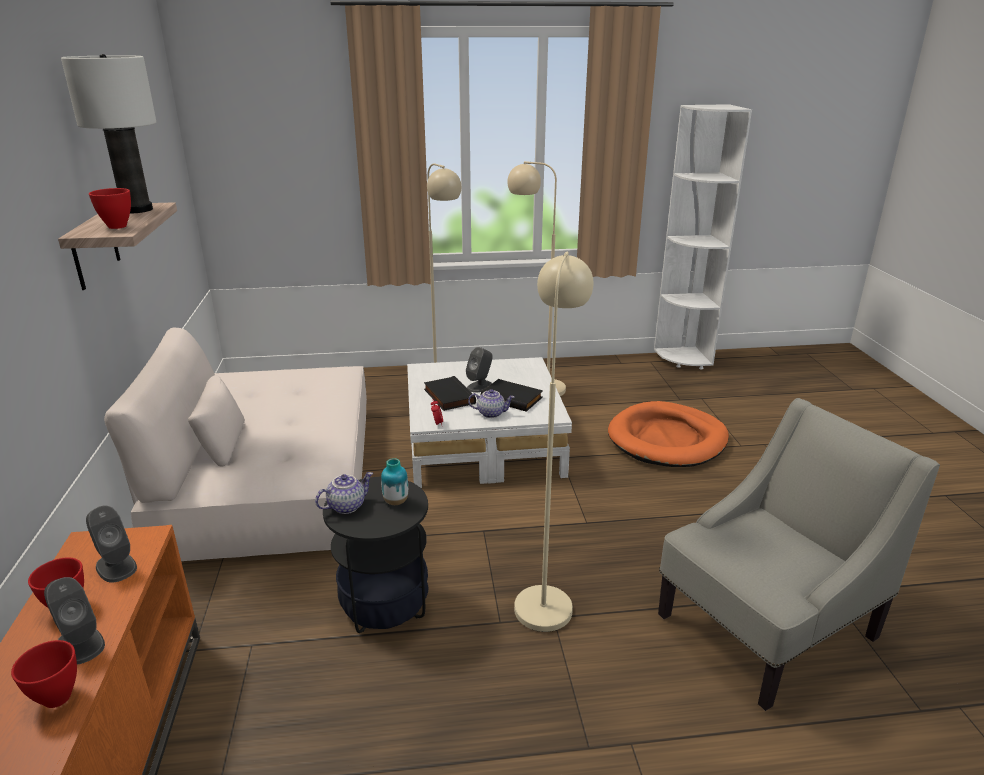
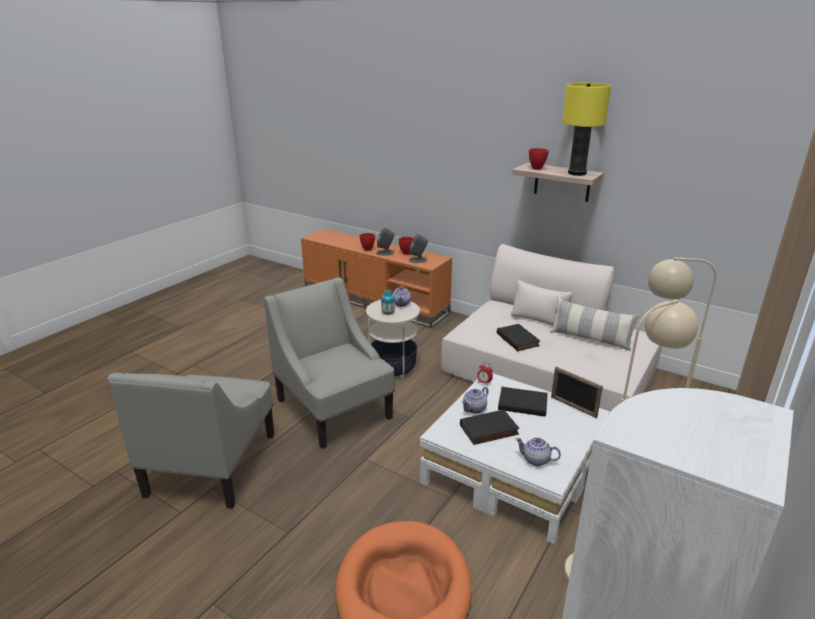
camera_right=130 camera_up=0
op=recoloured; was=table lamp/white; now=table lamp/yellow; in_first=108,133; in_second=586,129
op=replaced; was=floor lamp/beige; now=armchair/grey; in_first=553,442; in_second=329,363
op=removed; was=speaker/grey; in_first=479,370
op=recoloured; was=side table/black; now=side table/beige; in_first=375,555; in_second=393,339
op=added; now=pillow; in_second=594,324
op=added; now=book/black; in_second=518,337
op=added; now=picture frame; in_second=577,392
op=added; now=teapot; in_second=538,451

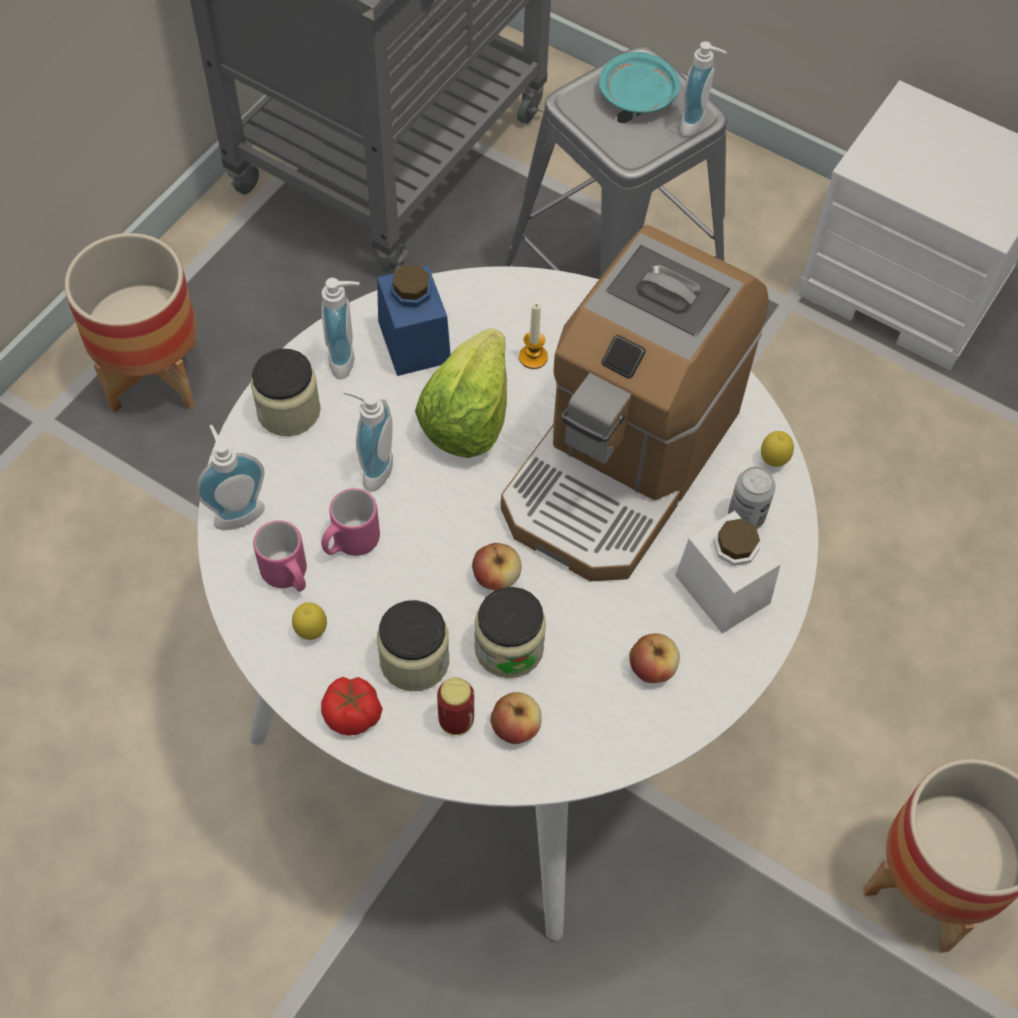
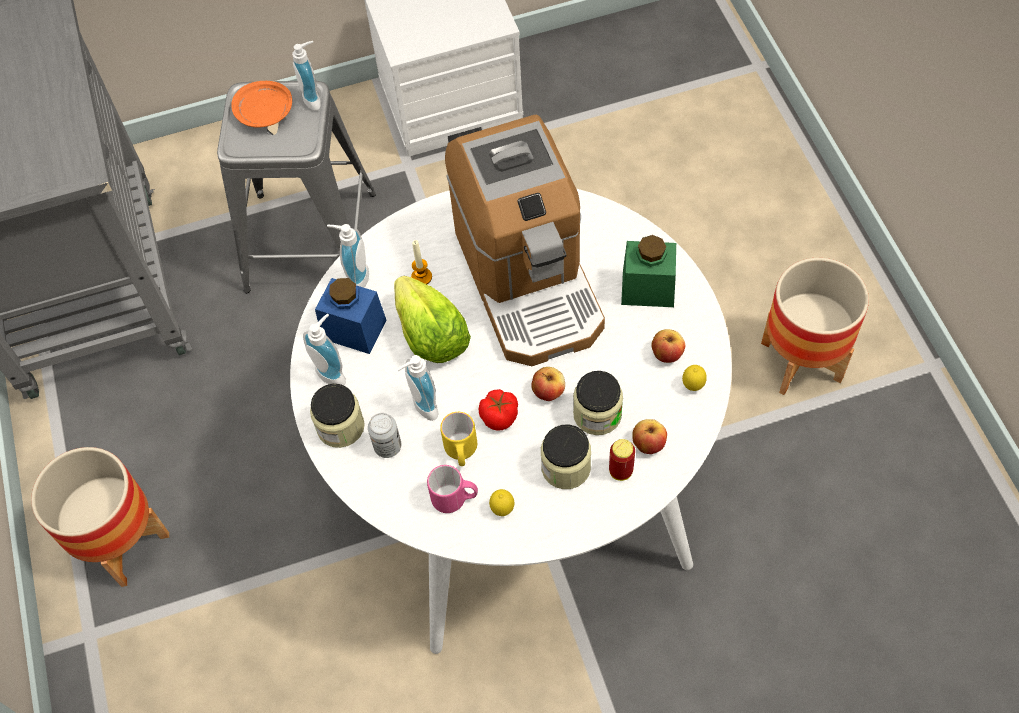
camera_right=-45 camera_up=0
op=recoloured; was=plate/turquoise; now=plate/orange; in_first=639,82; in_second=261,104
op=moved; was=soap dispenser; in_first=230,477; in_second=348,256
op=moved; was=lemon; in_first=777,449; in_second=694,378
op=moved; was=can; in_first=752,497; in_second=384,435
op=recoloured; was=mug/pink; now=mug/yellow; in_first=350,522; in_second=458,439
op=recoloured; was=jar/white; now=jar/green; in_first=728,572; in_second=648,271
op=moved; was=tomato; in_first=352,706; in_second=498,410

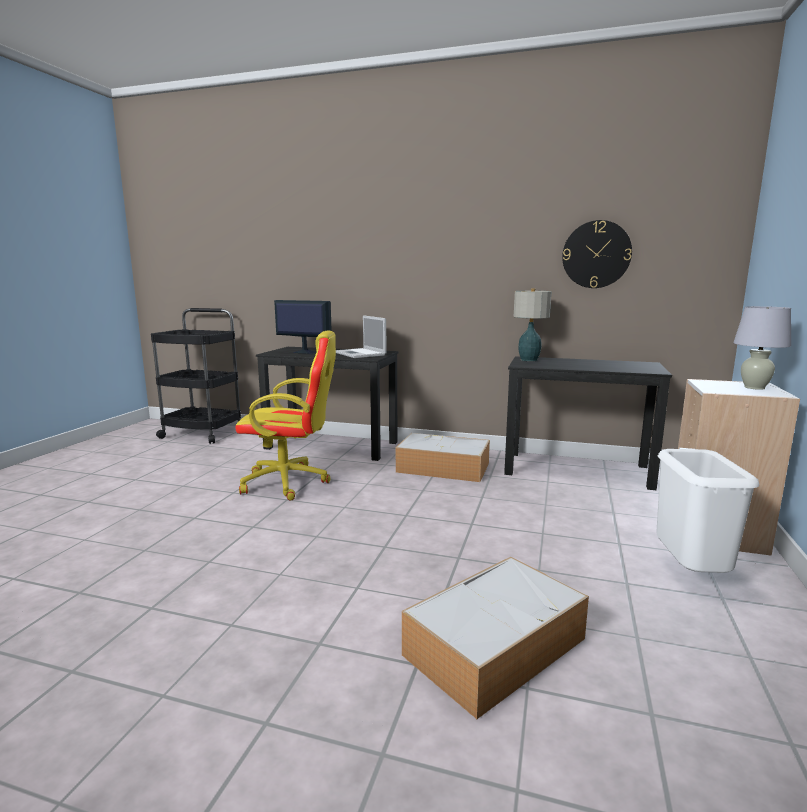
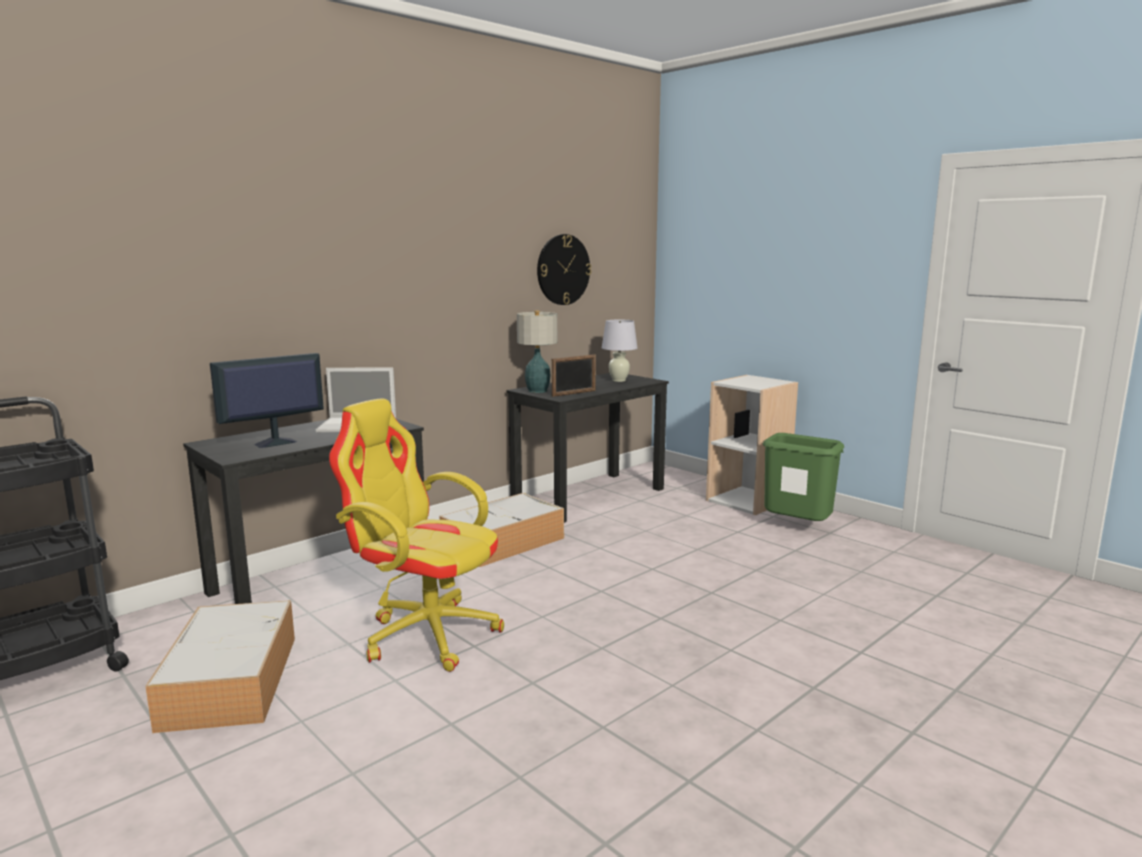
camera_right=-60 camera_up=0
op=moved; was=table lamp/white; in_first=762,348; in_second=620,350
op=turned; was=office chair/yellow; in_first=285,416; in_second=416,535; clockwise=-90
op=recoloured; was=trash can/white; now=trash can/green; in_first=707,511; in_second=803,477
op=moved; was=storage box; in_first=495,638; in_second=220,666
op=added; now=picture frame; in_second=574,375

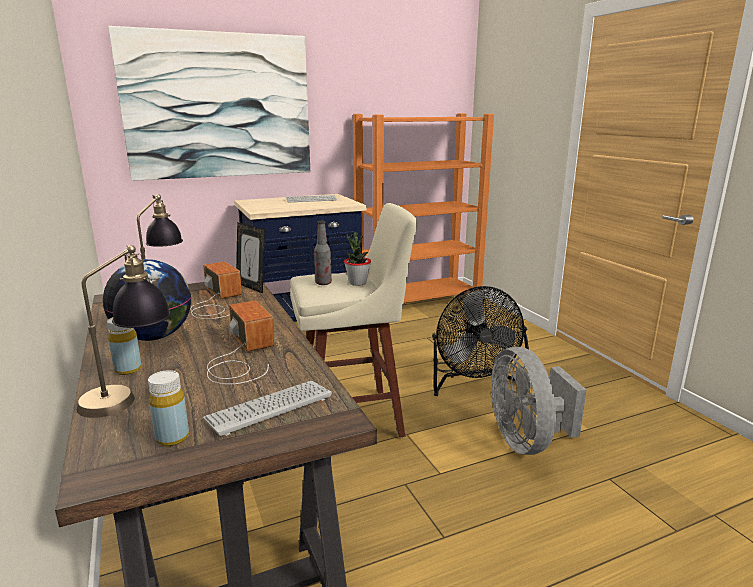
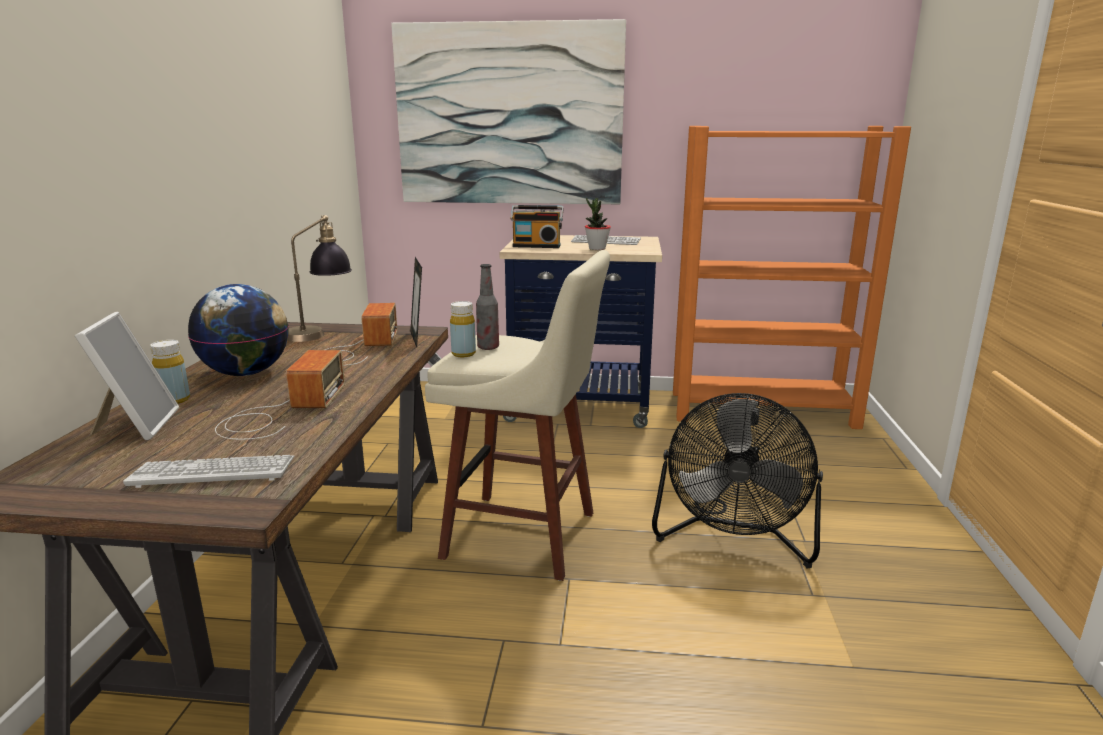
camera_right=30 camera_up=0
op=moved; was=potted plant; in_first=357,259; in_second=598,224
op=replaced; was=table lamp; now=picture frame; in_first=124,331; in_second=127,376
op=removed; was=fan/grey; in_first=539,401
op=moved; was=bottle/yellow; in_first=168,408; in_second=463,329
op=added; now=radio; in_second=537,226

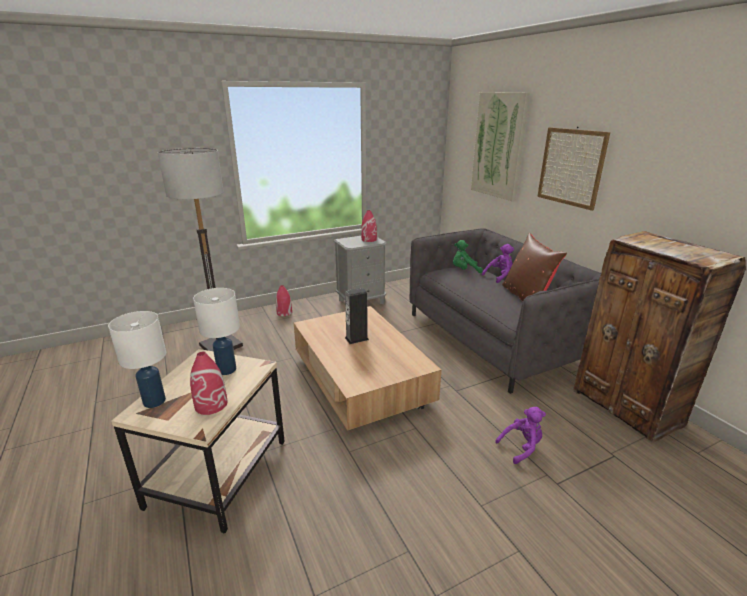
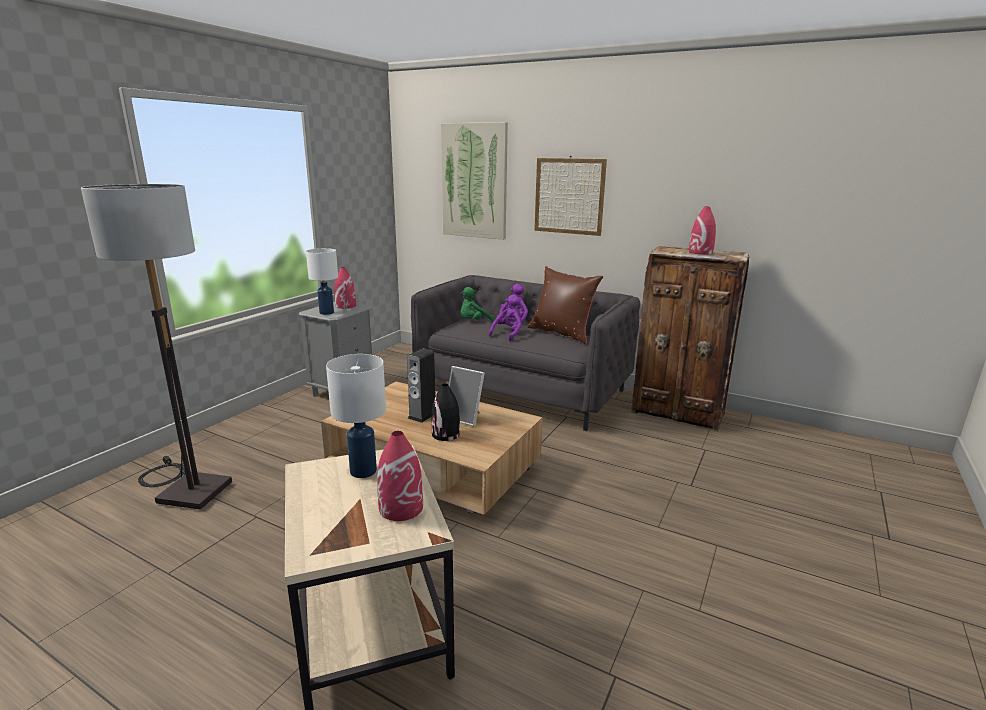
camera_right=-35 camera_up=-5
op=moved; was=vase/red; in_first=284,300; in_second=702,230
op=moved; was=table lamp/white; in_first=137,359; in_second=322,281
op=moved; was=plush toy/purple; in_first=520,435; in_second=505,317
op=added; now=picture frame; in_second=467,396
op=added; now=vase/black; in_second=445,412

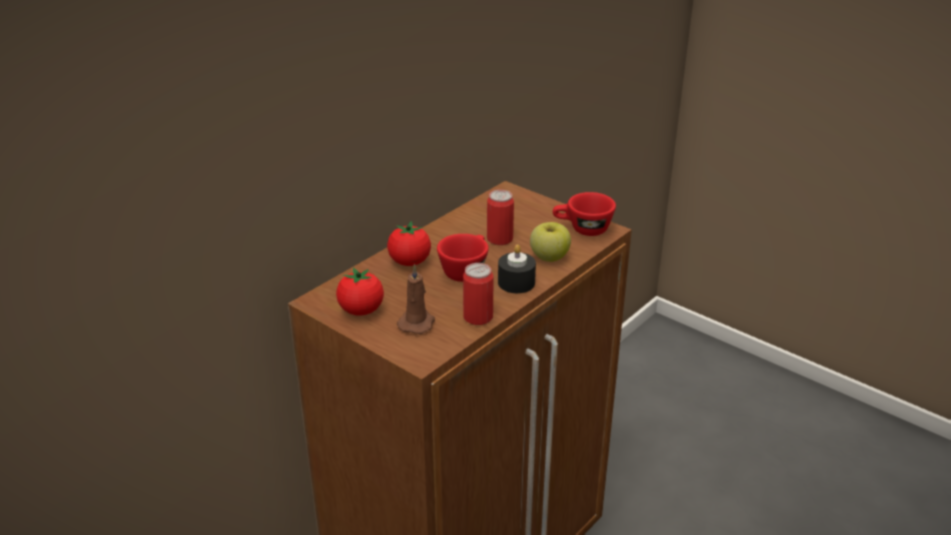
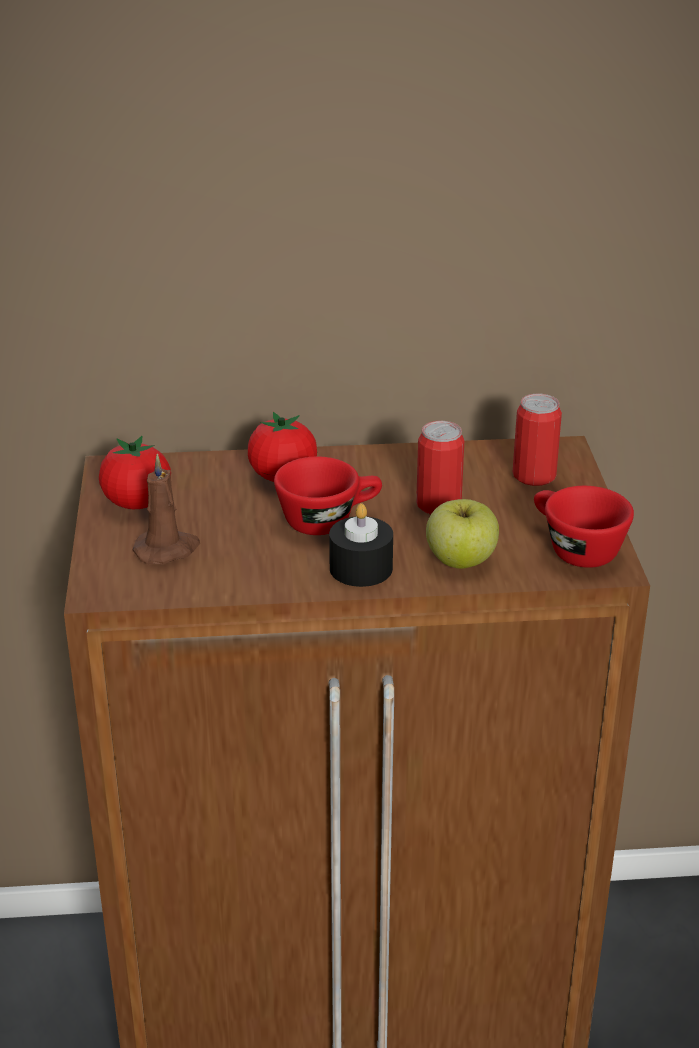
camera_right=45 camera_up=0
op=moved; was=can; in_first=478,294; in_second=537,440

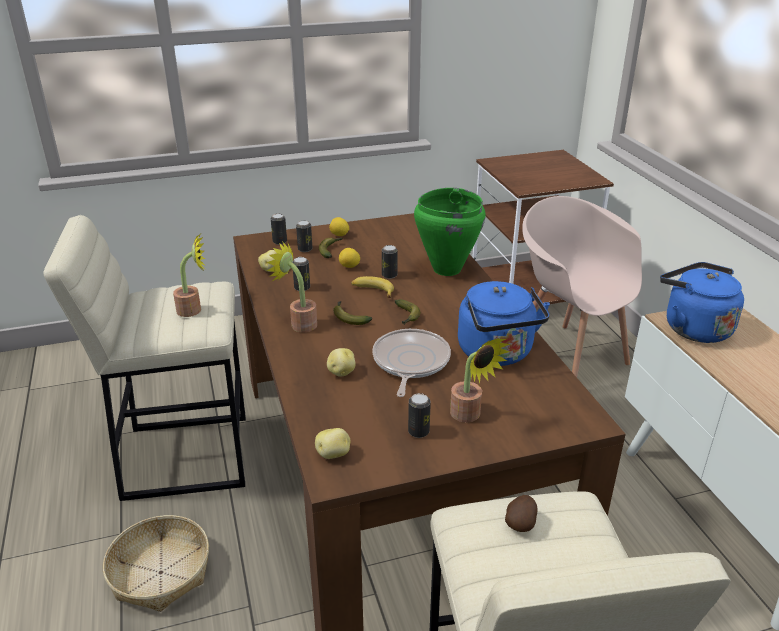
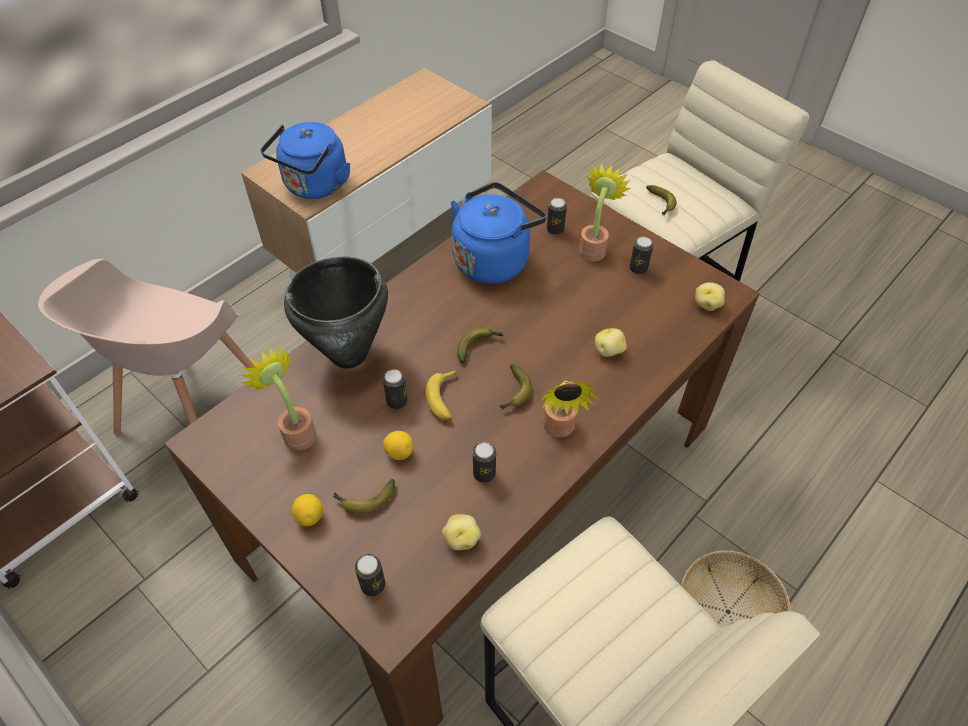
camera_right=-120 camera_up=20
op=recoloured; was=cooking pot/green; now=cooking pot/black; in_first=450,232; in_second=336,313
op=moved; was=can; in_first=304,236; in_second=557,216
op=moved; was=potted plant; in_first=189,275; in_second=278,398
op=removed; was=frying pan; in_first=411,363
op=replaced; was=potato; now=banana; in_first=521,513; in_second=661,200

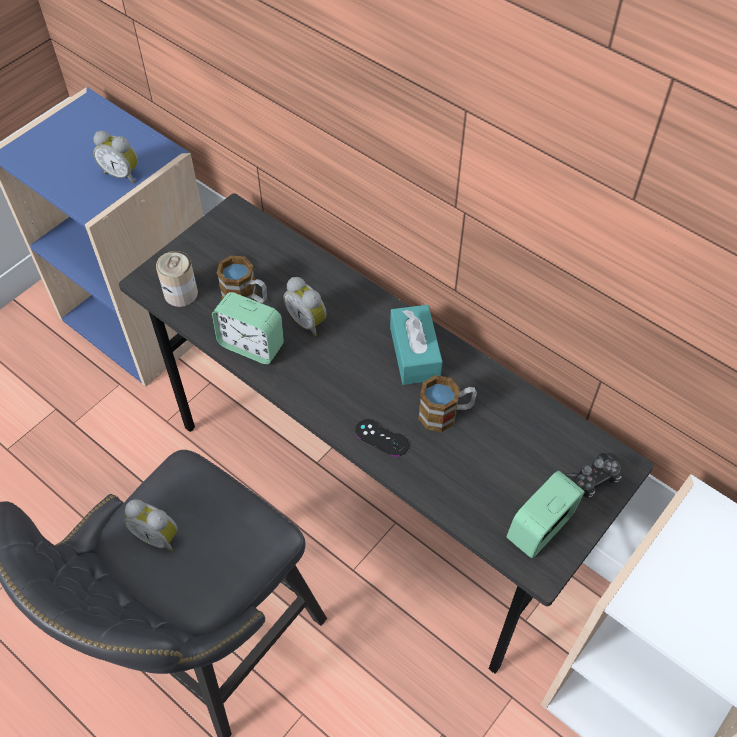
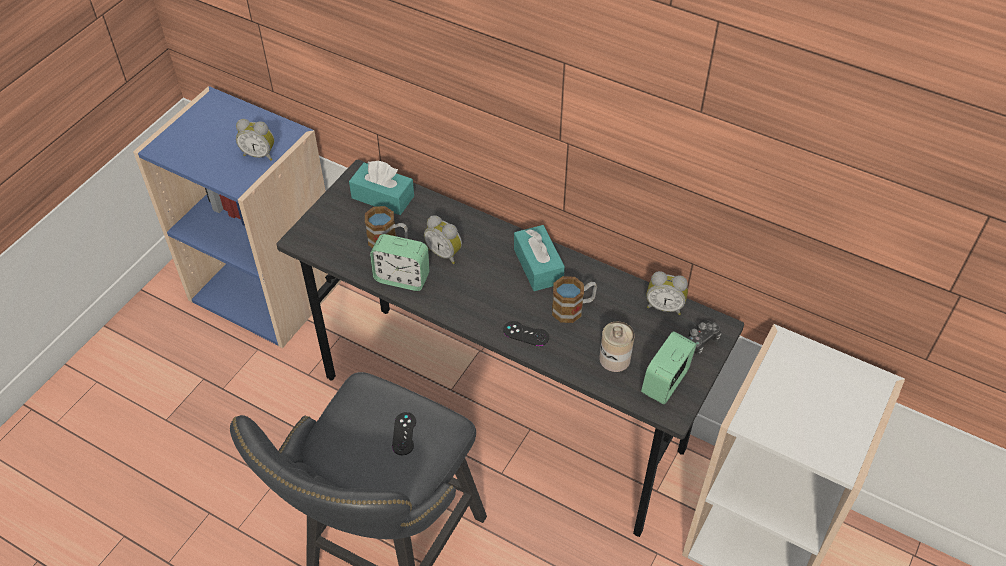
camera_right=-10 camera_up=-5
op=moved; was=can; in_first=177,279; in_second=617,346
op=moved; was=alarm clock; in_first=151,525; in_second=667,293
op=added; now=tissue box/turquoise; in_second=381,188
op=added; now=game controller/black; in_second=404,433

